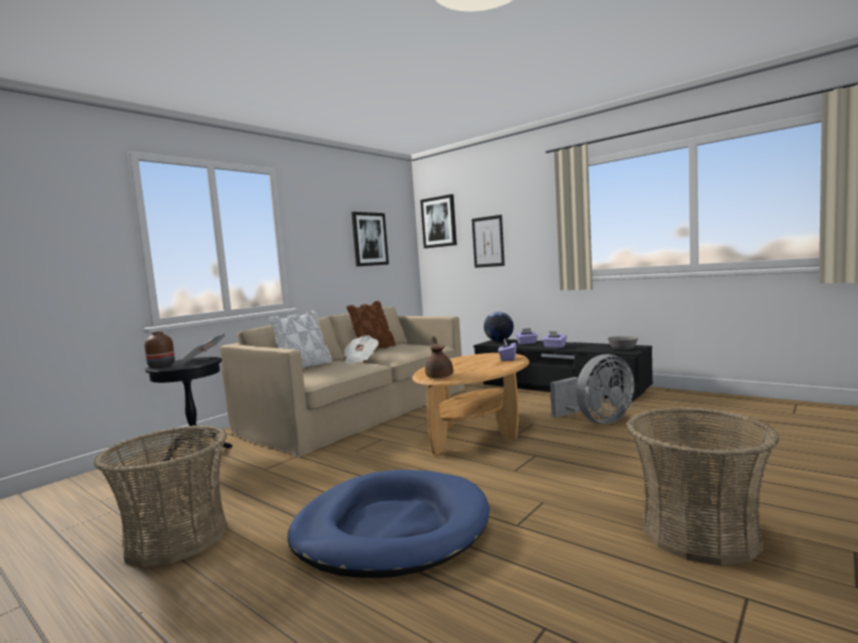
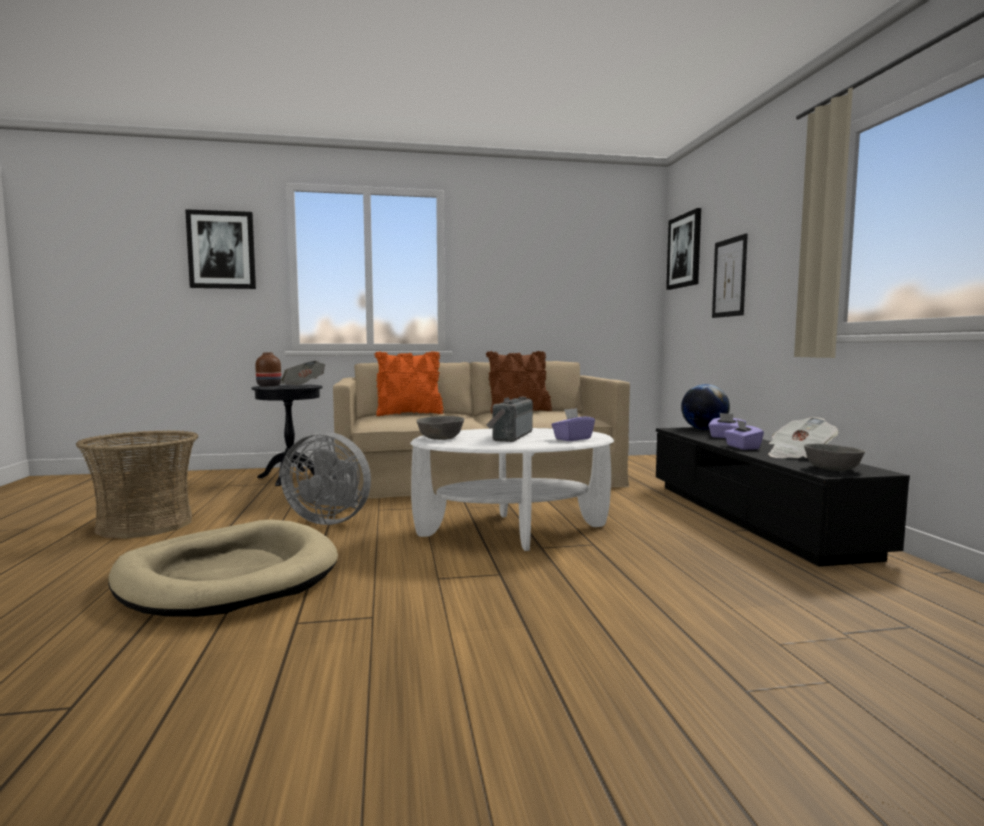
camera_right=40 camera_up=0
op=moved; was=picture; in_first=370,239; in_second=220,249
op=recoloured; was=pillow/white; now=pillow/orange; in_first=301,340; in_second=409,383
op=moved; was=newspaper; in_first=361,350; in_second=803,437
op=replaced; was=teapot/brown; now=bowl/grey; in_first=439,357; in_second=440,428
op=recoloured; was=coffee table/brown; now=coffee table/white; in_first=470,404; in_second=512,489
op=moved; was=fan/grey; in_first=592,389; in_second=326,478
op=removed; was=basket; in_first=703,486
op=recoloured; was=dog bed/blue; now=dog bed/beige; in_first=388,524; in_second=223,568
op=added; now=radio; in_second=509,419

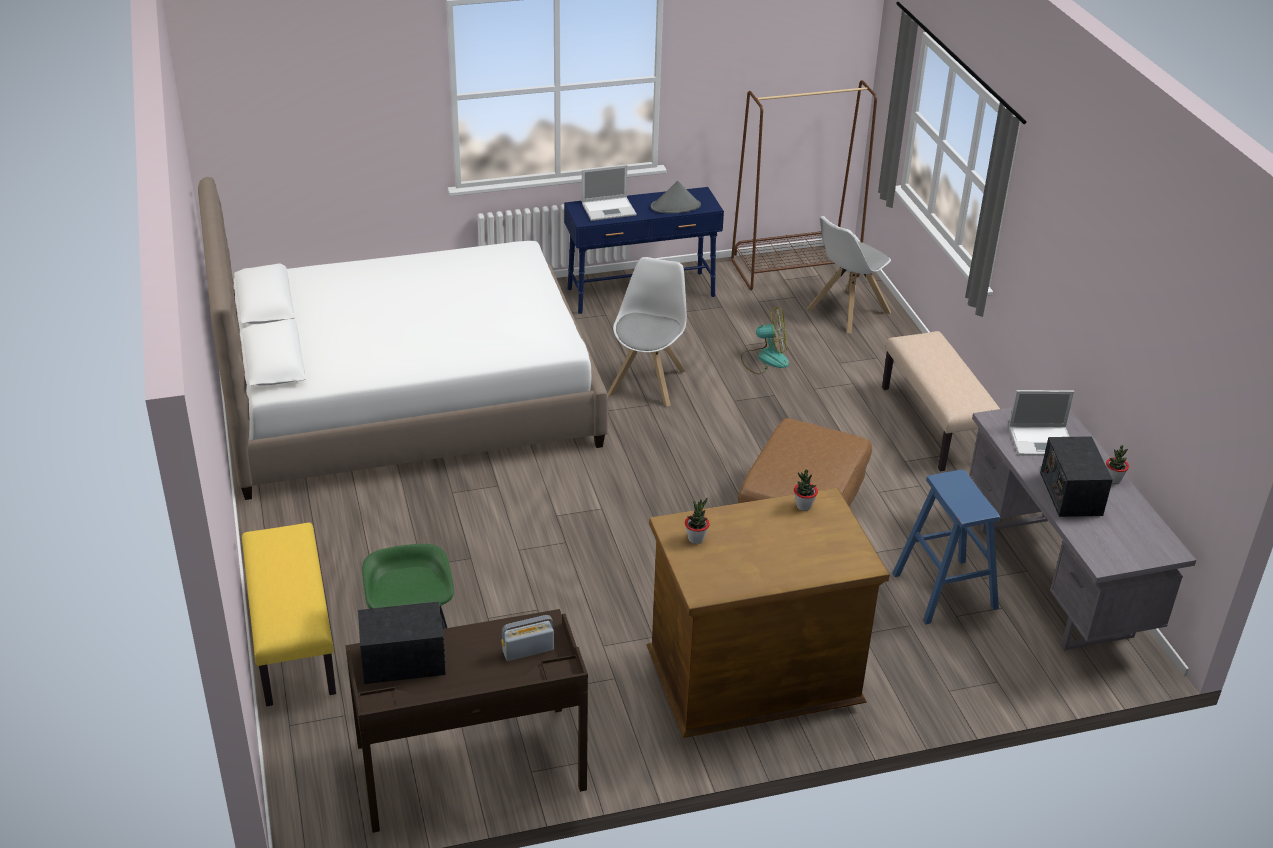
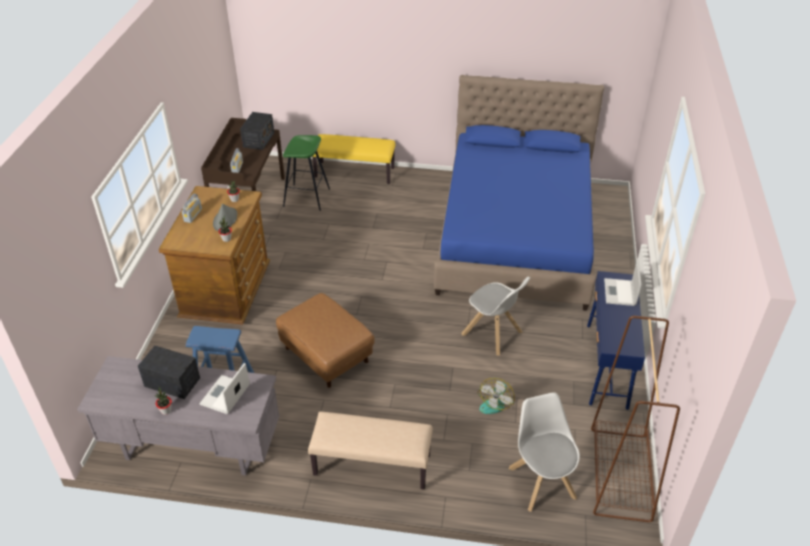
camera_right=115 camera_up=5
op=recoloured; was=bed/white; now=bed/blue; in_first=403,338; in_second=519,193
op=moved; was=hat/grey; in_first=676,197; in_second=225,217
op=added; now=radio; in_second=192,208

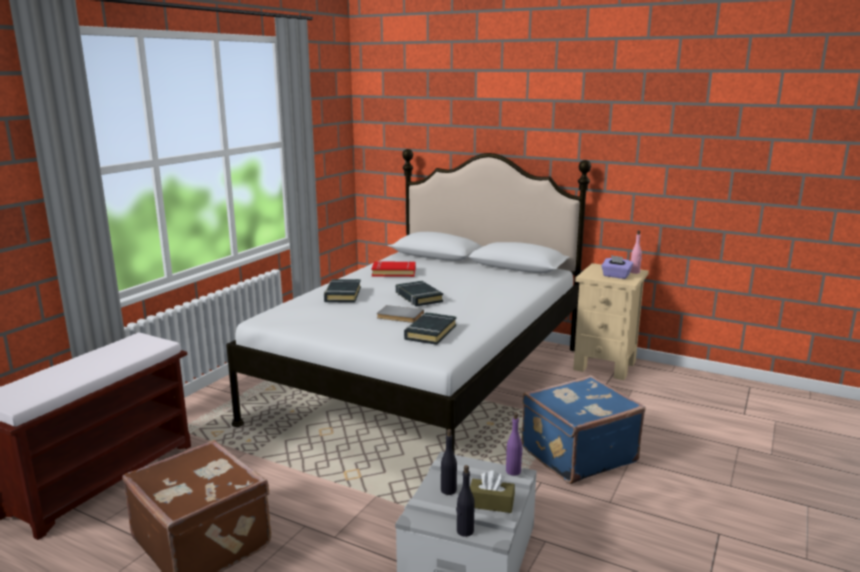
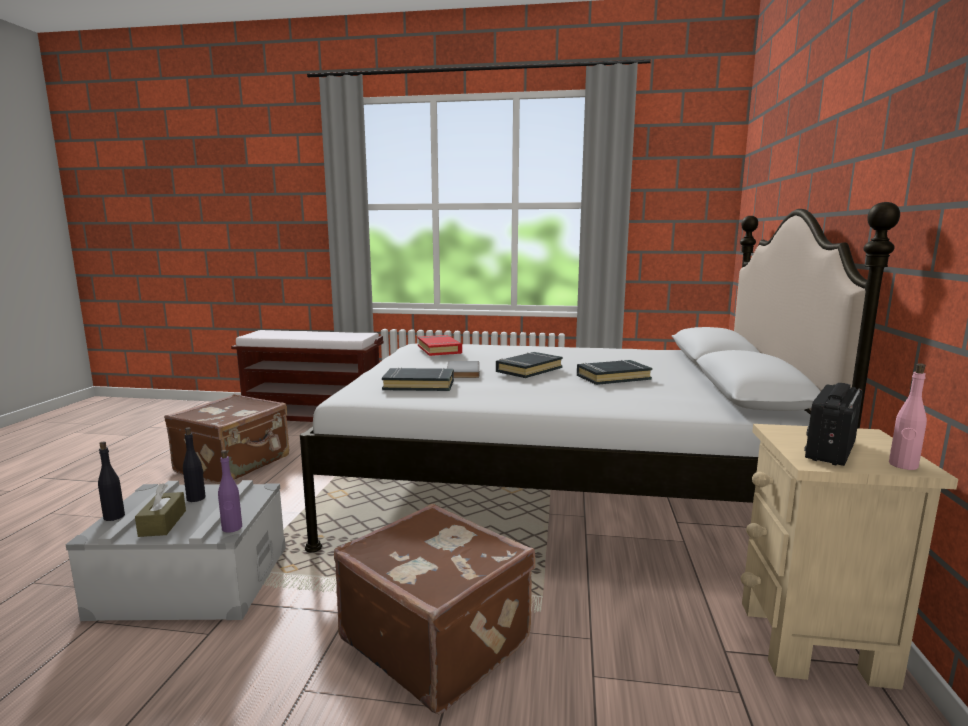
camera_right=70 camera_up=-5
op=replaced; was=tissue box/purple; now=radio; in_first=617,267; in_second=833,424
op=moved; was=book/red; in_first=393,269; in_second=440,345
op=moved; was=book/black; in_first=342,290; in_second=614,372
op=recoloured; was=suitcase/blue; now=suitcase/brown; in_first=584,429; in_second=434,609

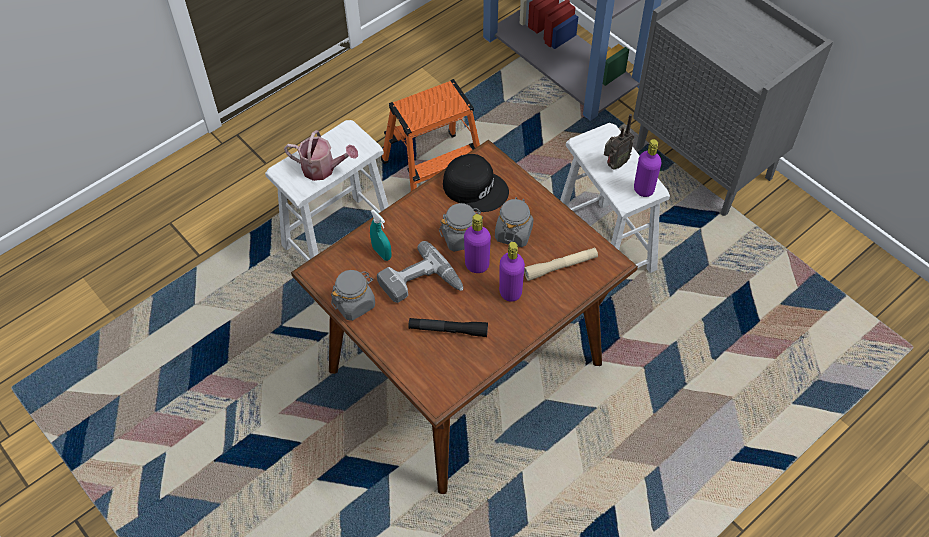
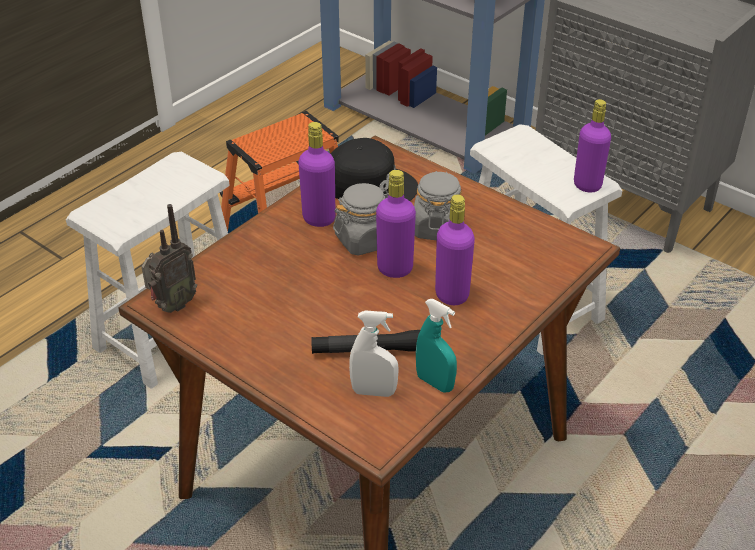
camera_right=-10 camera_up=-15
op=moved; was=radio; in_first=619,142; in_second=169,258
op=removed; was=watering can; in_first=321,155
op=moved; was=spray bottle/turquoise; in_first=381,235; in_second=436,346
op=removed; was=power drill; in_first=420,272
op=removed; was=flashlight/beige; in_first=561,264
op=removed; was=jar/grey; in_first=353,295
op=added; now=bottle/purple; in_second=317,174
op=added; now=spray bottle/white; in_second=374,354

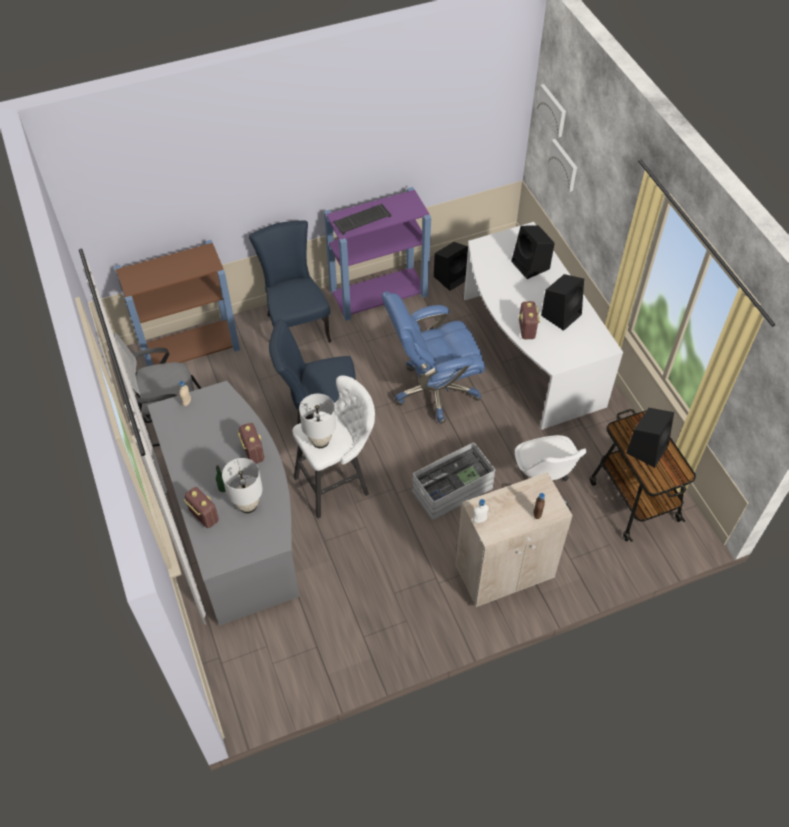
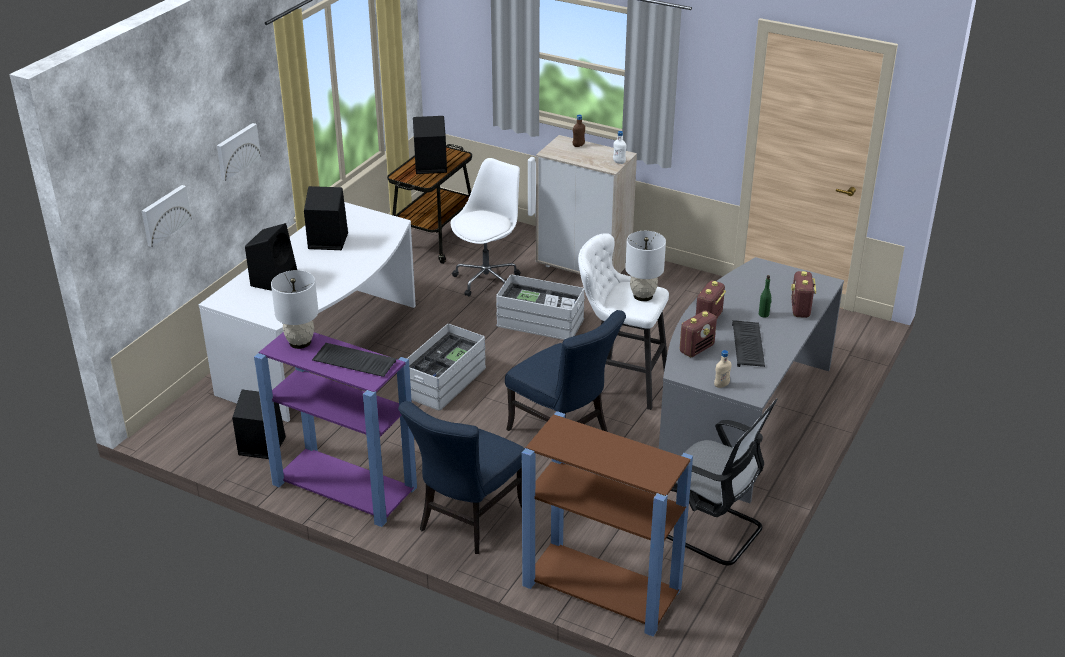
camera_right=-130 camera_up=-20
op=moved; was=picture; in_first=551,111; in_second=239,152
op=replaced; was=office chair/blue; now=storage box/grey; in_first=433,358; in_second=446,367
op=moved; was=radio; in_first=529,320; in_second=698,334
op=moved; was=table lamp/white; in_first=242,485; in_second=295,309
op=added; now=keyboard; in_second=748,343

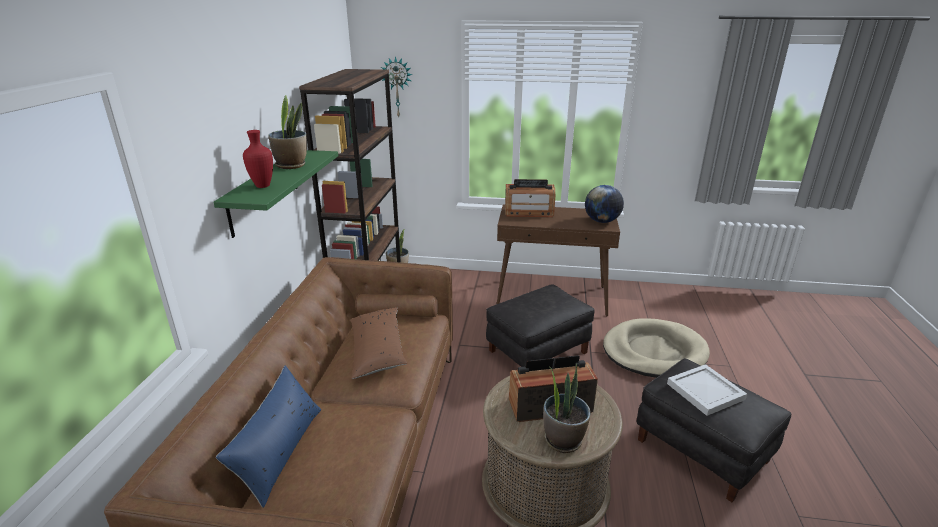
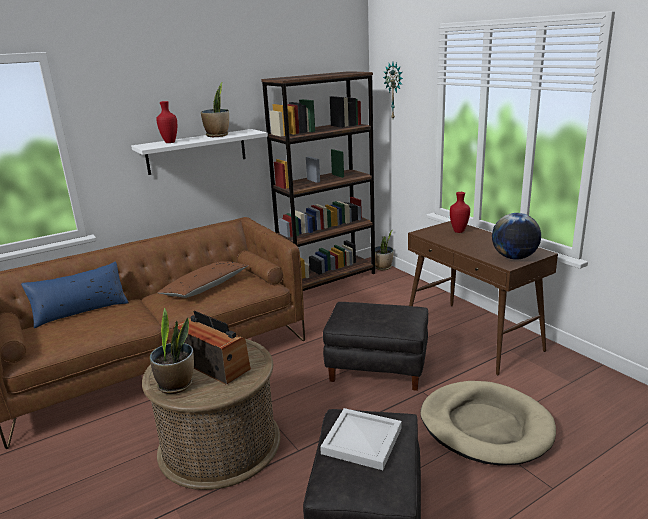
camera_right=50 camera_up=-5
op=recoloured; was=shelf/green; now=shelf/white; in_first=276,194; in_second=199,152
op=replaced; was=radio; now=vase/red; in_first=530,198; in_second=460,212

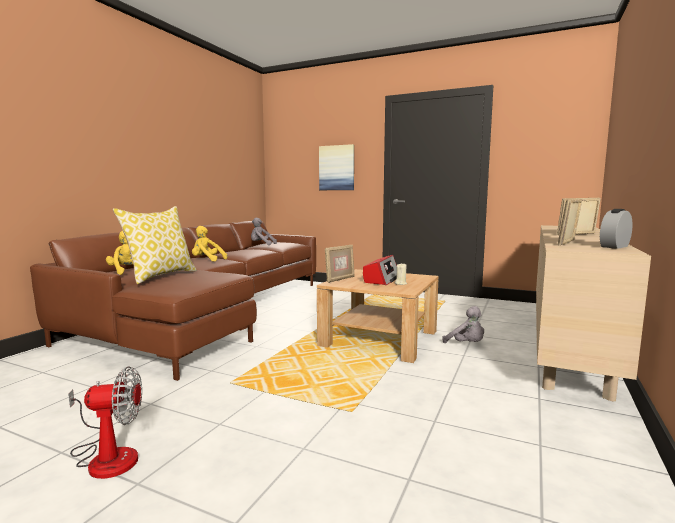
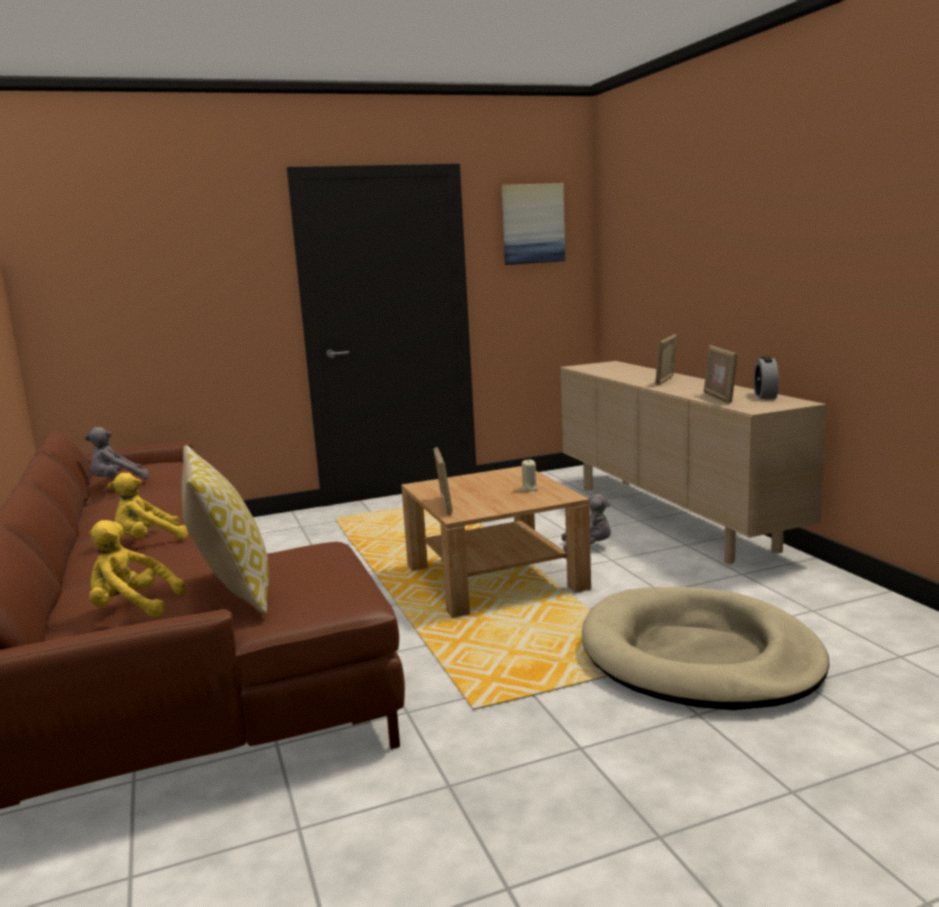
camera_right=-45 camera_up=5
op=moved; was=picture; in_first=336,167; in_second=533,224
op=removed; was=radio; in_first=380,270
op=removed; was=fan; in_first=105,423
op=added; now=dog bed/beige; in_second=705,648

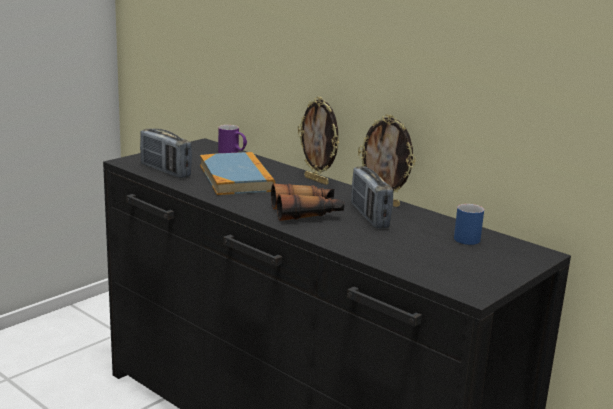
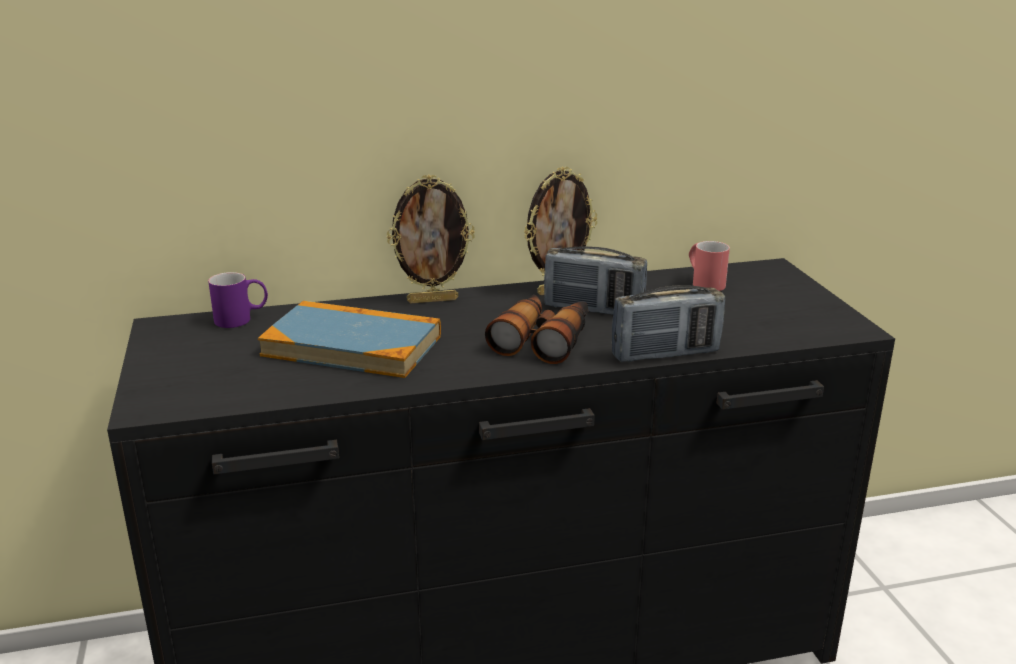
camera_right=-55 camera_up=5
op=moved; was=radio; in_first=166,153; in_second=668,323
op=recoloured; was=mug/blue; now=mug/red; in_first=469,224; in_second=709,266

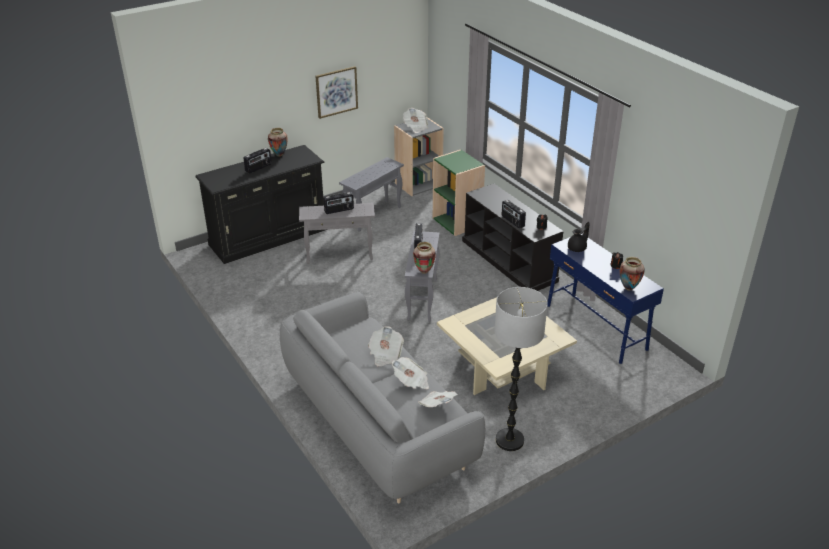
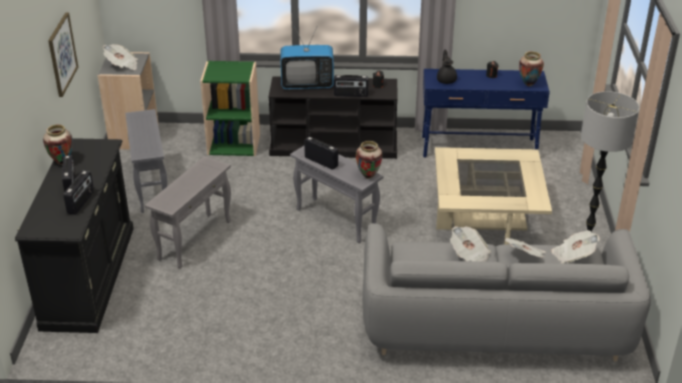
camera_right=-55 camera_up=0
op=moved; was=radio; in_first=338,203; in_second=78,193
op=added; now=television; in_second=307,58

